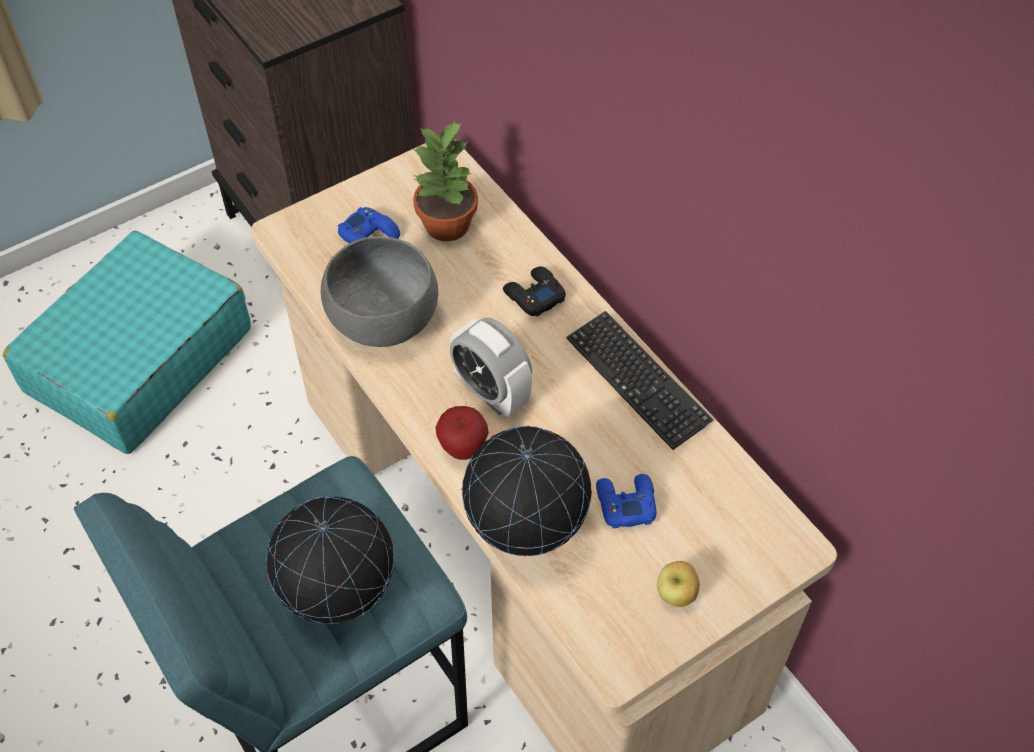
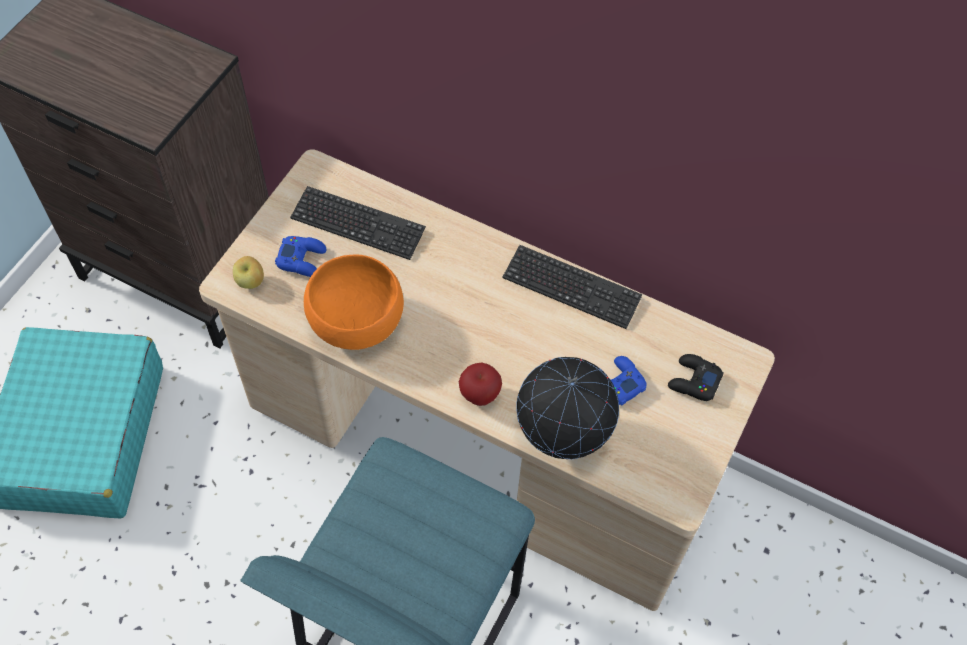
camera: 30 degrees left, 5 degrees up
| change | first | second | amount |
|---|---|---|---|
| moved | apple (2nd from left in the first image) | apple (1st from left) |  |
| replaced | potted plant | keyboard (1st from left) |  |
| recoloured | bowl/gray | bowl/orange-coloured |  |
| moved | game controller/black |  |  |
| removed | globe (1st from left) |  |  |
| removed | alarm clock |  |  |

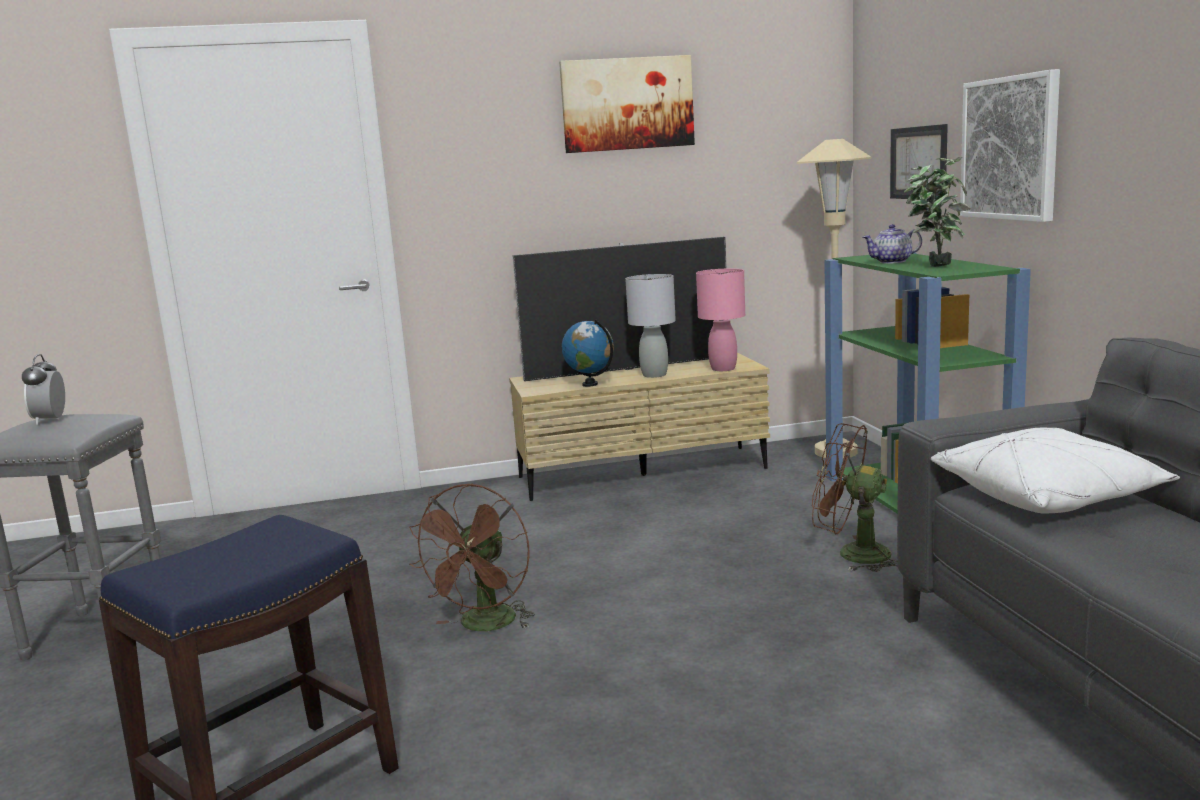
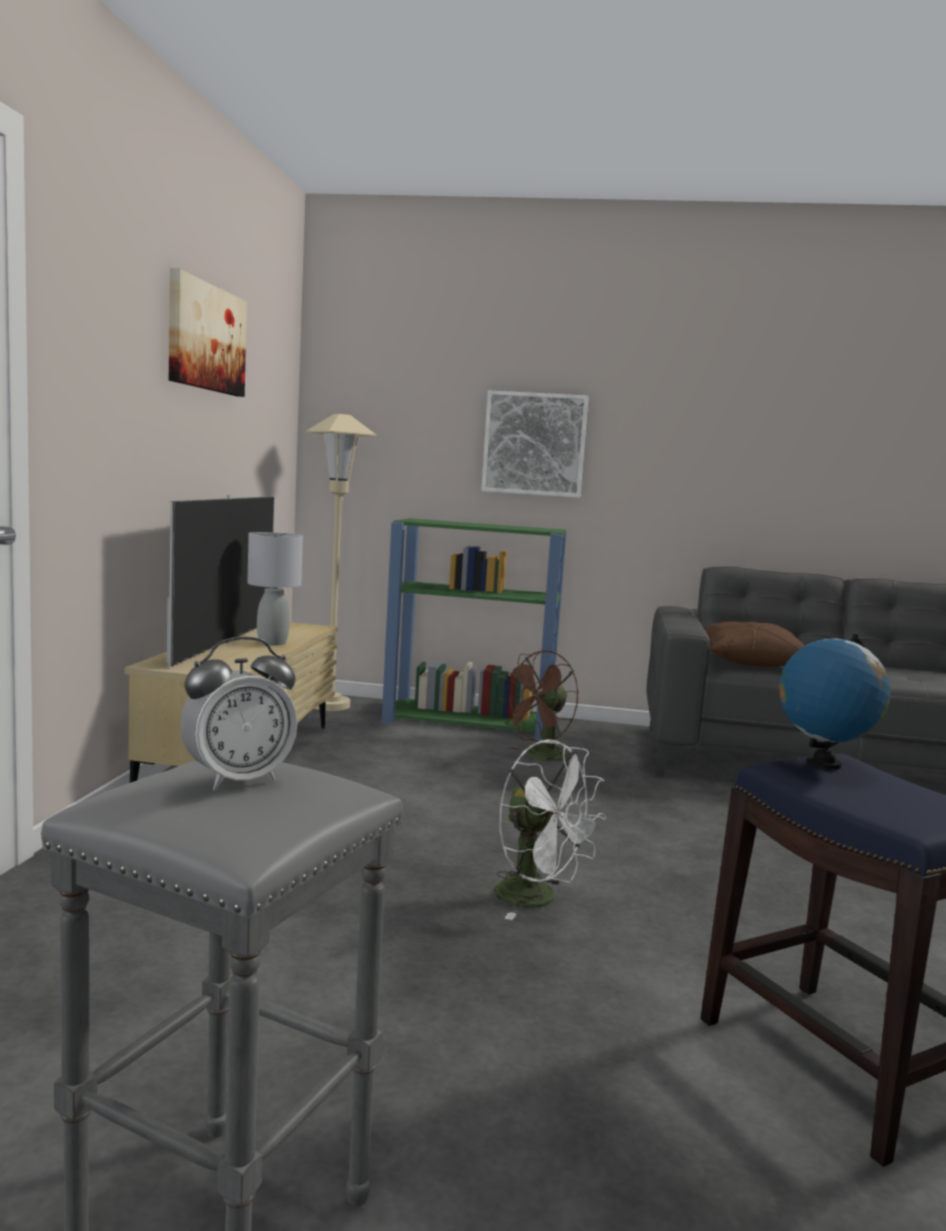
camera: 70 degrees left, 5 degrees down
| change | first | second | amount |
|---|---|---|---|
| turned | alarm clock |  | 45 degrees counterclockwise |
| recoloured | electric fan/brown (1st from left) | electric fan/white |  |
| recoloured | throw pillow/white | throw pillow/brown |  |
| moved | globe |  |  |
| removed | tabletop lamp/pink |  |  |
| removed | pot for tea |  |  |
| removed | wall art (2nd from left) |  |  |
| removed | potted plant |  |  |

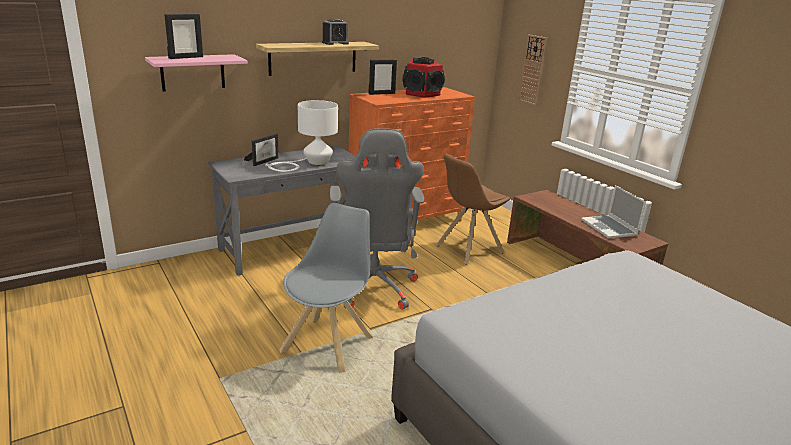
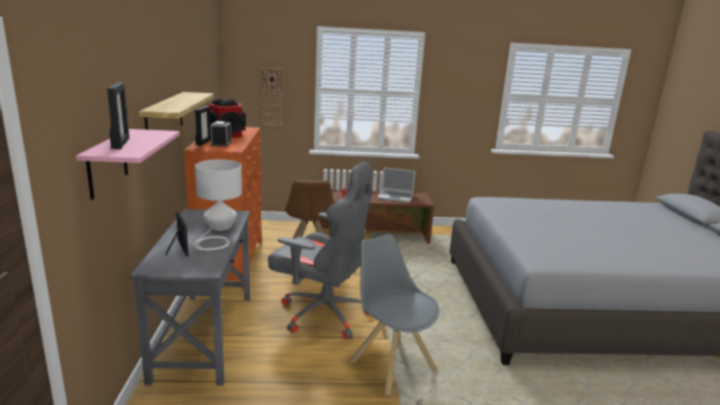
camera: 60 degrees left, 5 degrees down
| change | first | second | amount |
|---|---|---|---|
| moved | alarm clock |  |  |

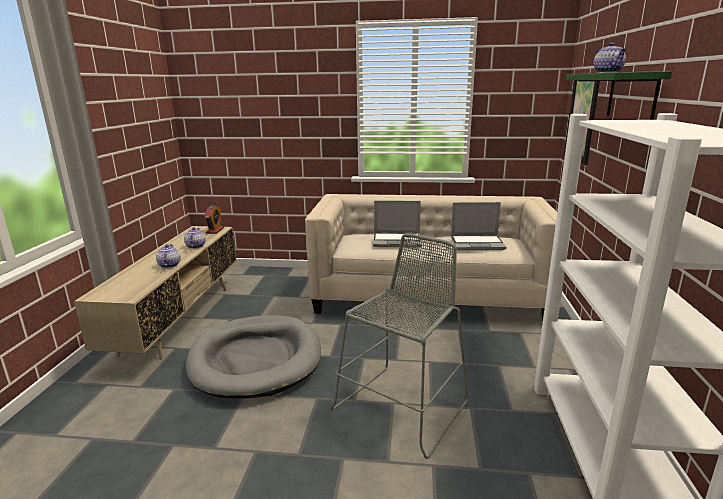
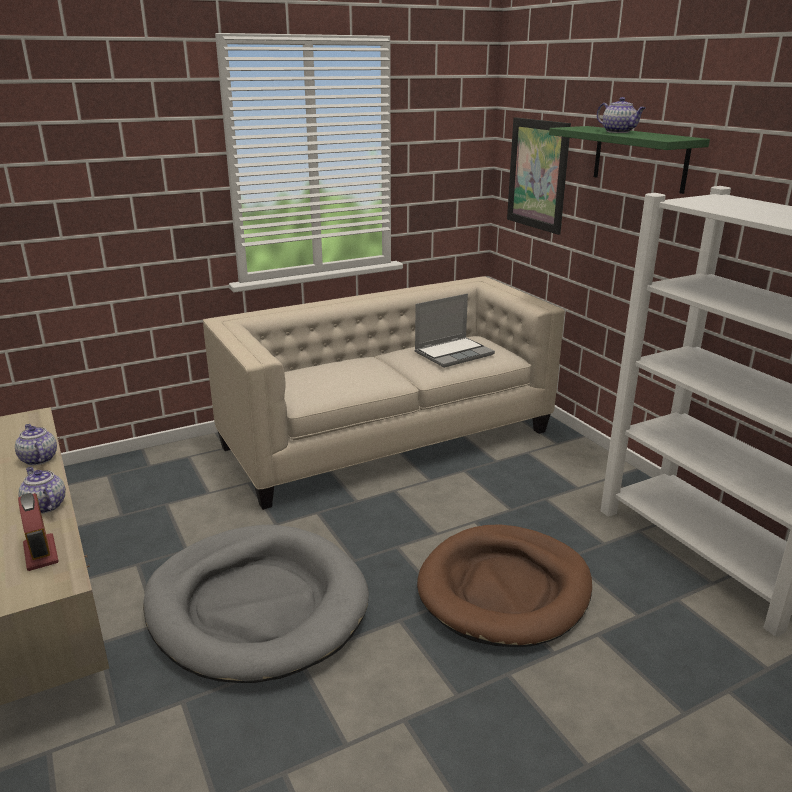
camera: 35 degrees left, 5 degrees up
| change | first | second | amount |
|---|---|---|---|
| moved | alarm clock |  |  |
| replaced | stool/gray | dog cushion/brown |  |
| removed | portable computer (1st from left) |  |  |

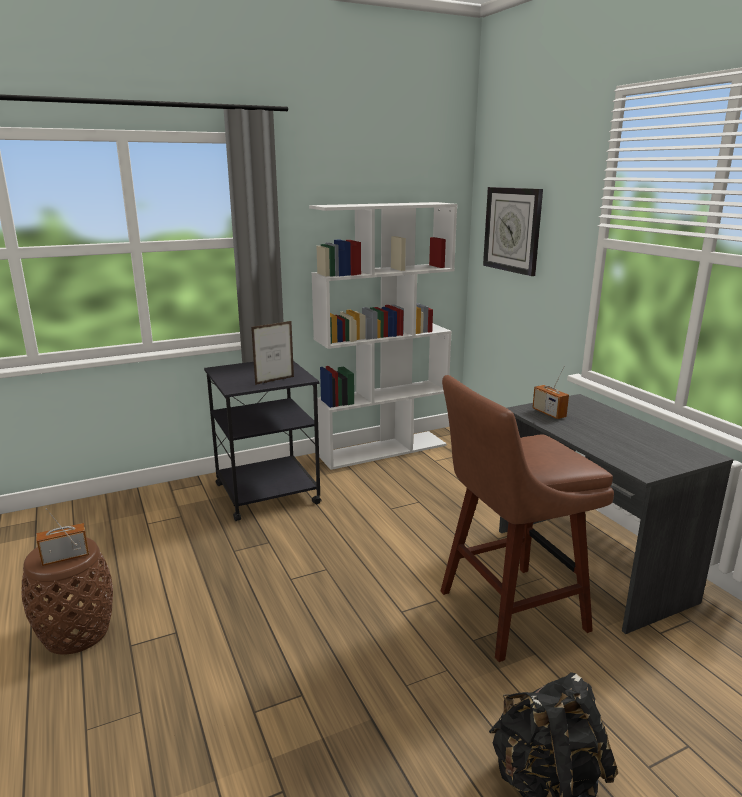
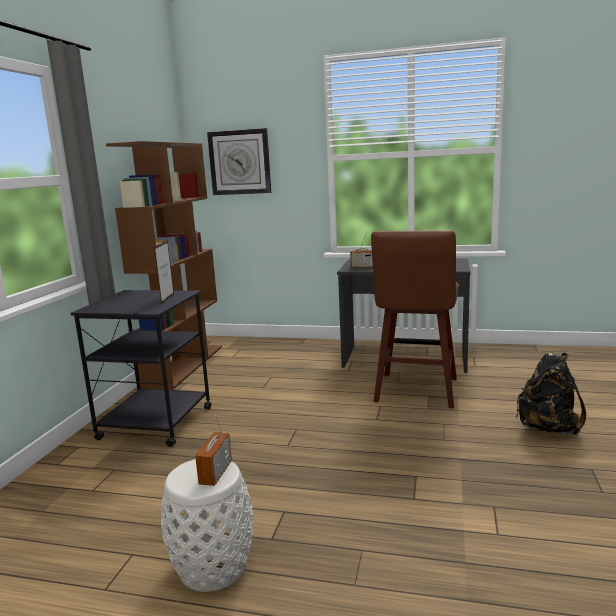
camera: 50 degrees left, 5 degrees down
| change | first | second | amount |
|---|---|---|---|
| recoloured | bookshelf/white | bookshelf/brown |  |
| recoloured | stool/brown (1st from left) | stool/white |  |

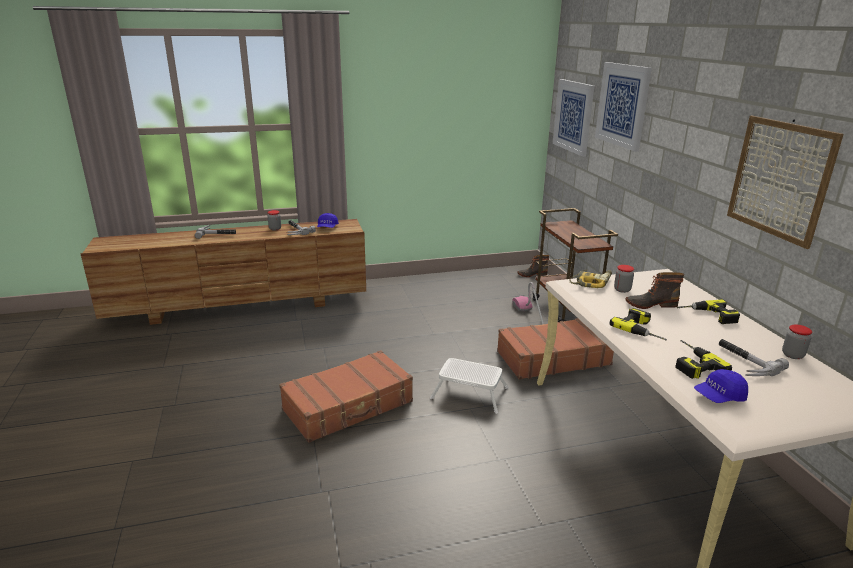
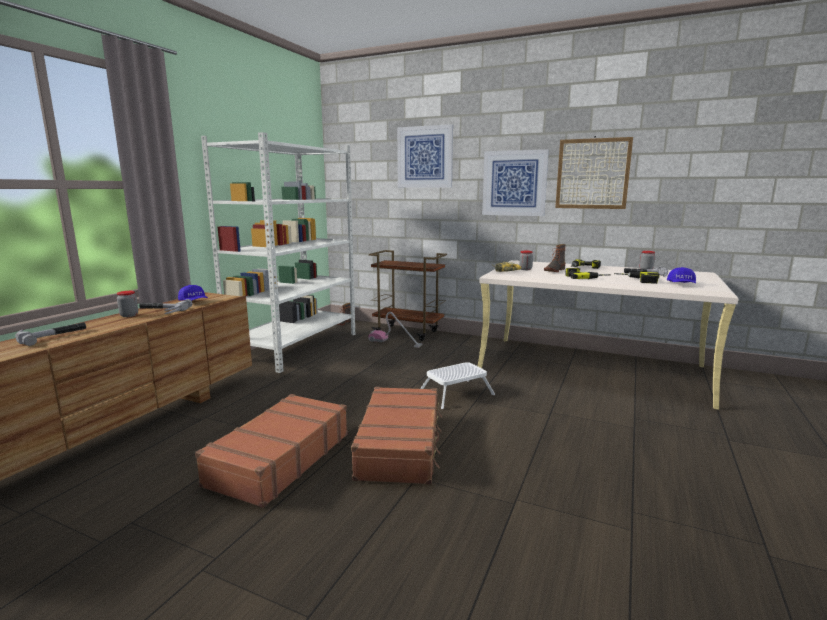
camera: 50 degrees left, 10 degrees down
| change | first | second | amount |
|---|---|---|---|
| moved | travel case/brown (2nd from left in the first image) | travel case/brown (1st from left) |  |
| added |  | bookshelf/white |  |
| moved | wall art (1st from left in the first image) | wall art (2nd from left) |  |

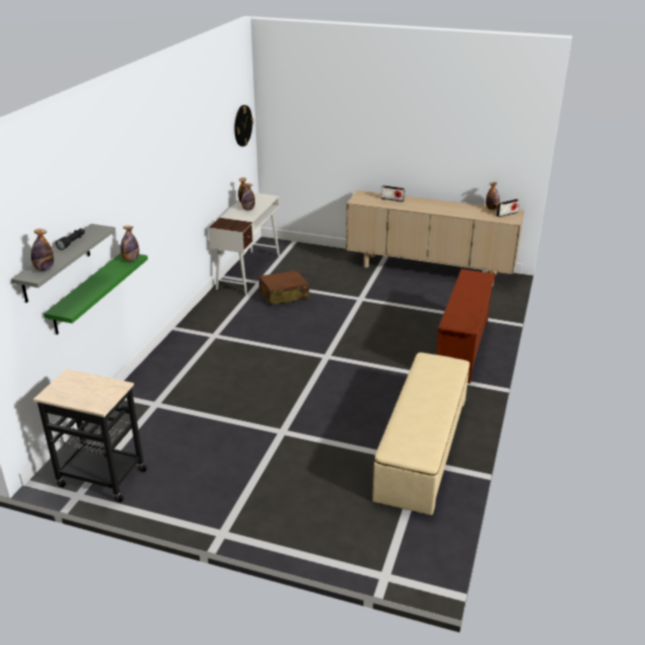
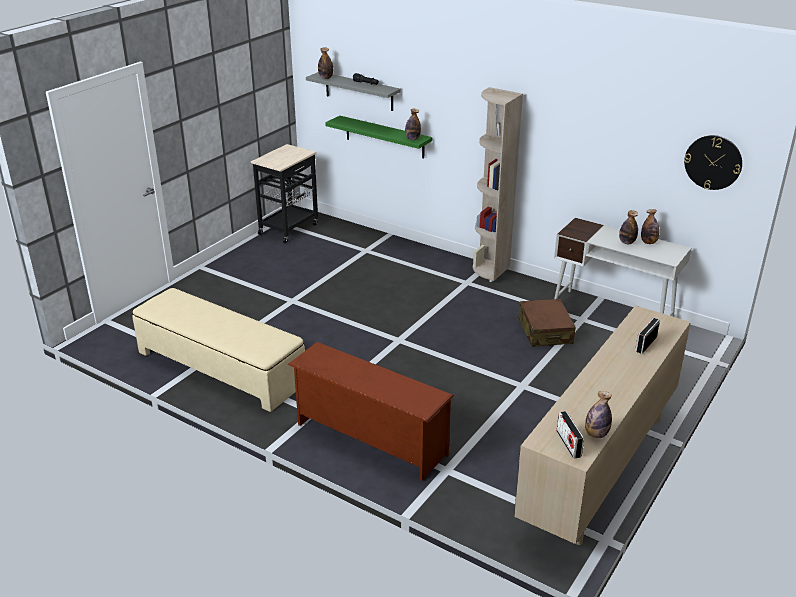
camera: 105 degrees right, 0 degrees up
| change | first | second | amount |
|---|---|---|---|
| added |  | bookshelf/beige-coloured |  |

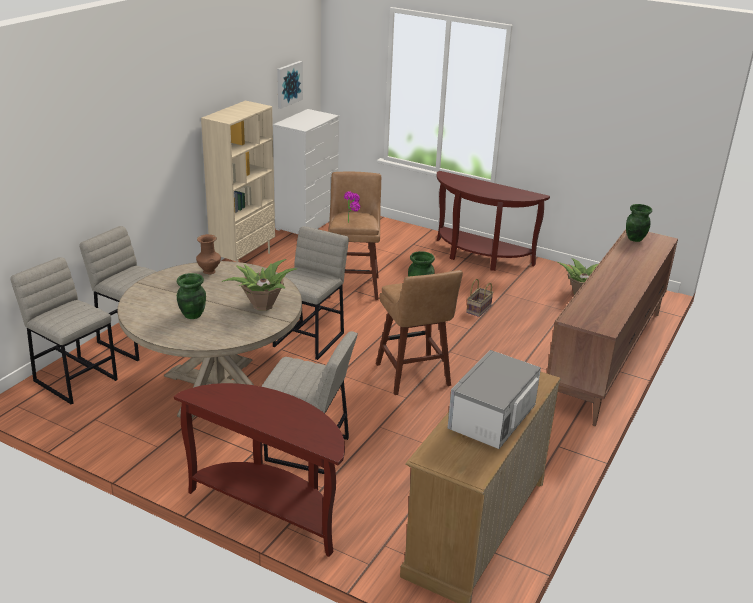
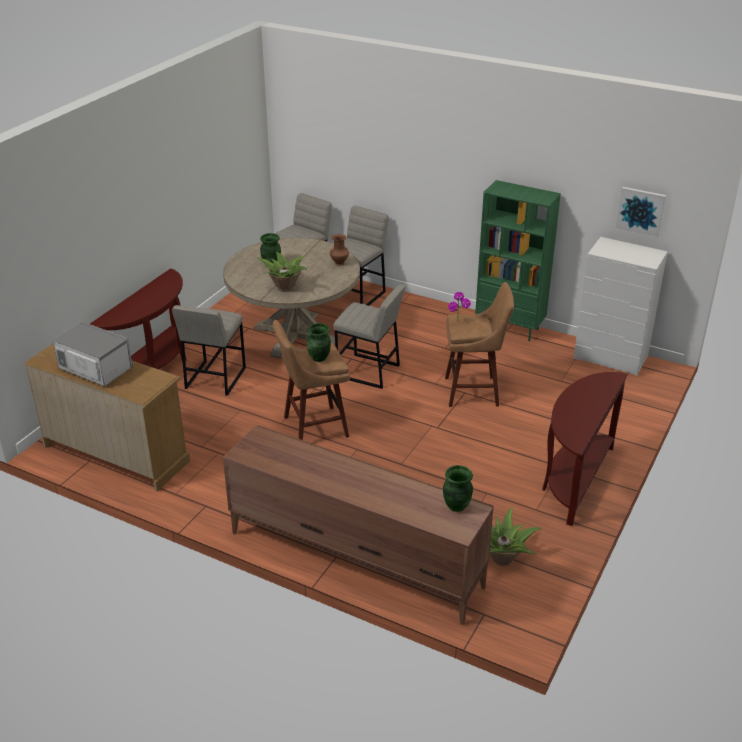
camera: 90 degrees right, 5 degrees up
| change | first | second | amount |
|---|---|---|---|
| recoloured | bookshelf/beige-coloured | bookshelf/green |  |
| removed | household basket |  |  |

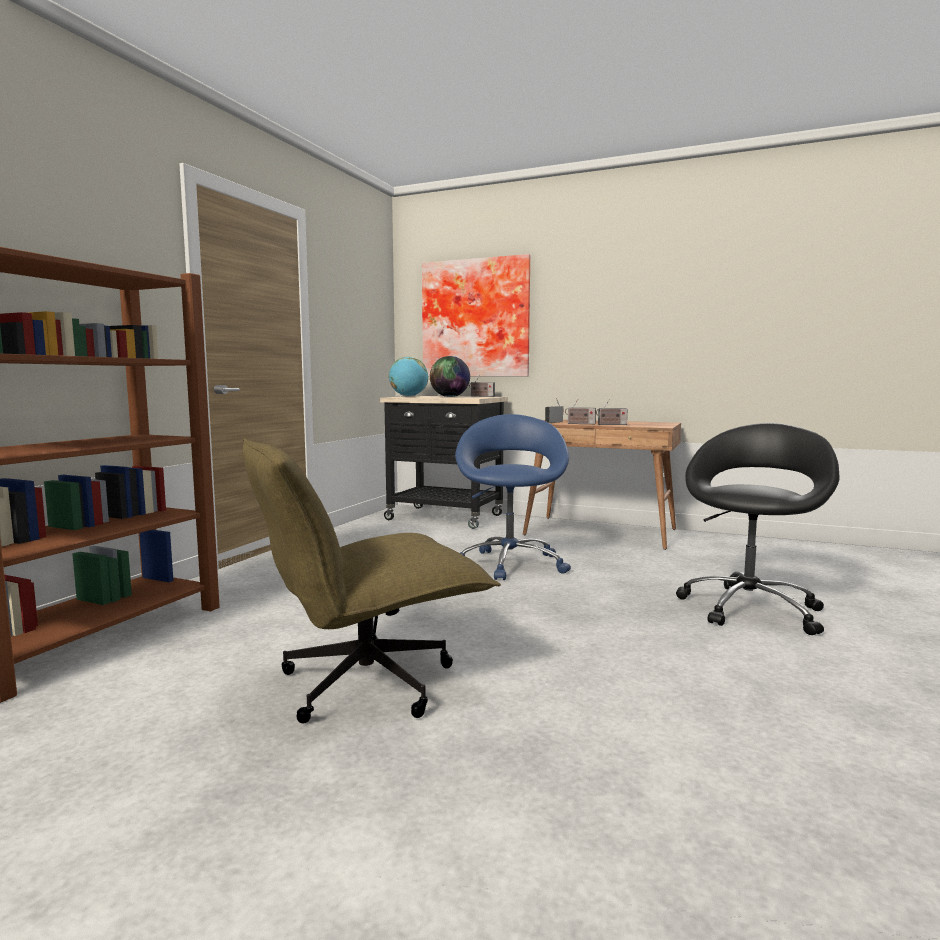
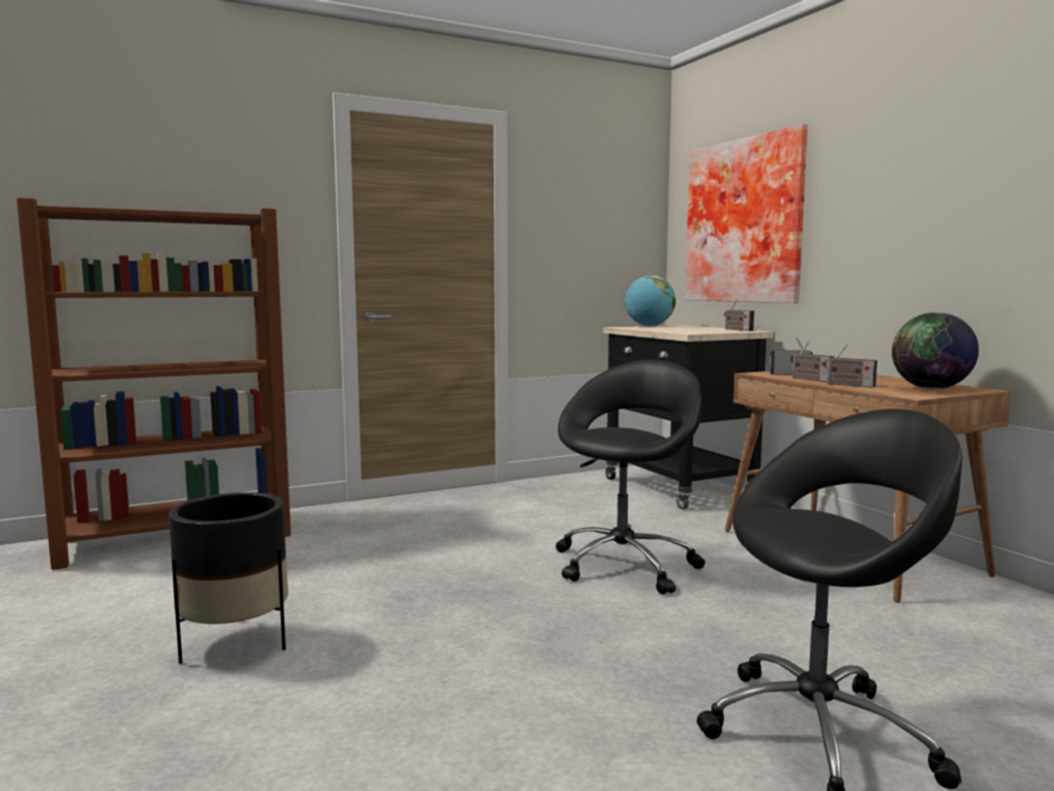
camera: 40 degrees right, 0 degrees up
| change | first | second | amount |
|---|---|---|---|
| replaced | office chair/beige-coloured | planter/black |  |
| recoloured | office chair/blue-coloured | office chair/black (1st from left) |  |
| moved | globe (2nd from left) |  |  |

